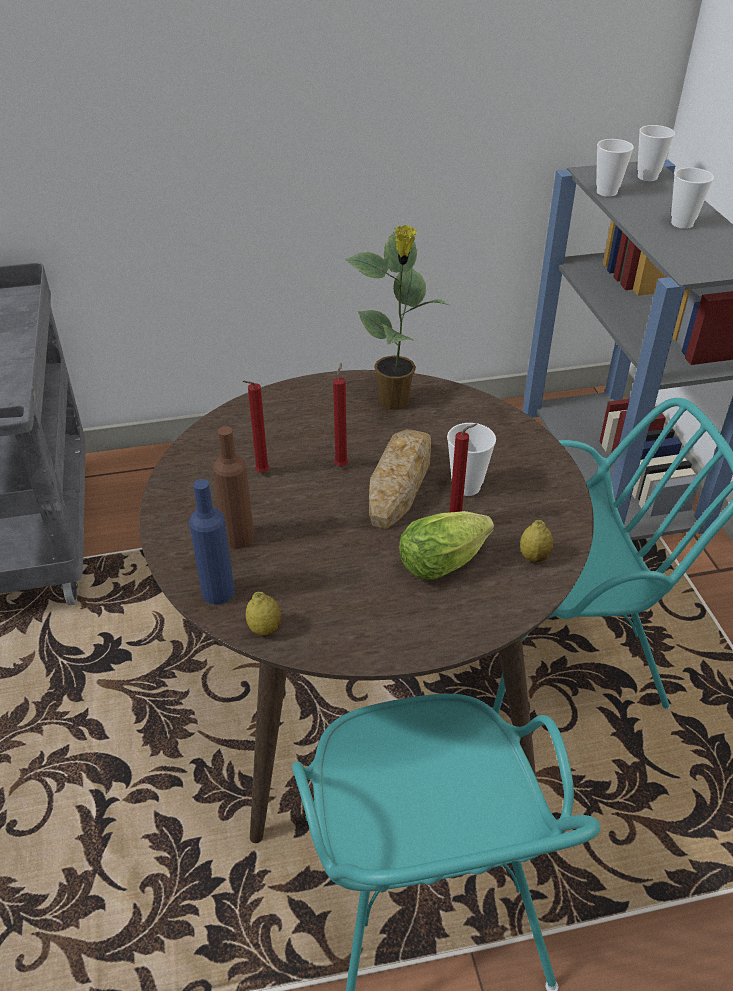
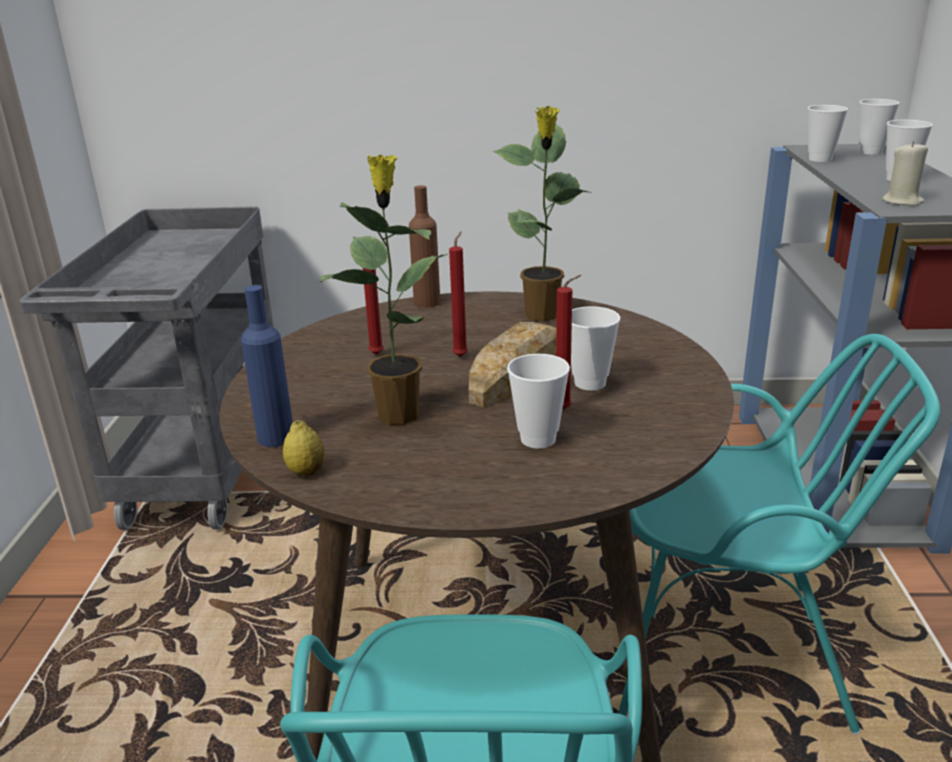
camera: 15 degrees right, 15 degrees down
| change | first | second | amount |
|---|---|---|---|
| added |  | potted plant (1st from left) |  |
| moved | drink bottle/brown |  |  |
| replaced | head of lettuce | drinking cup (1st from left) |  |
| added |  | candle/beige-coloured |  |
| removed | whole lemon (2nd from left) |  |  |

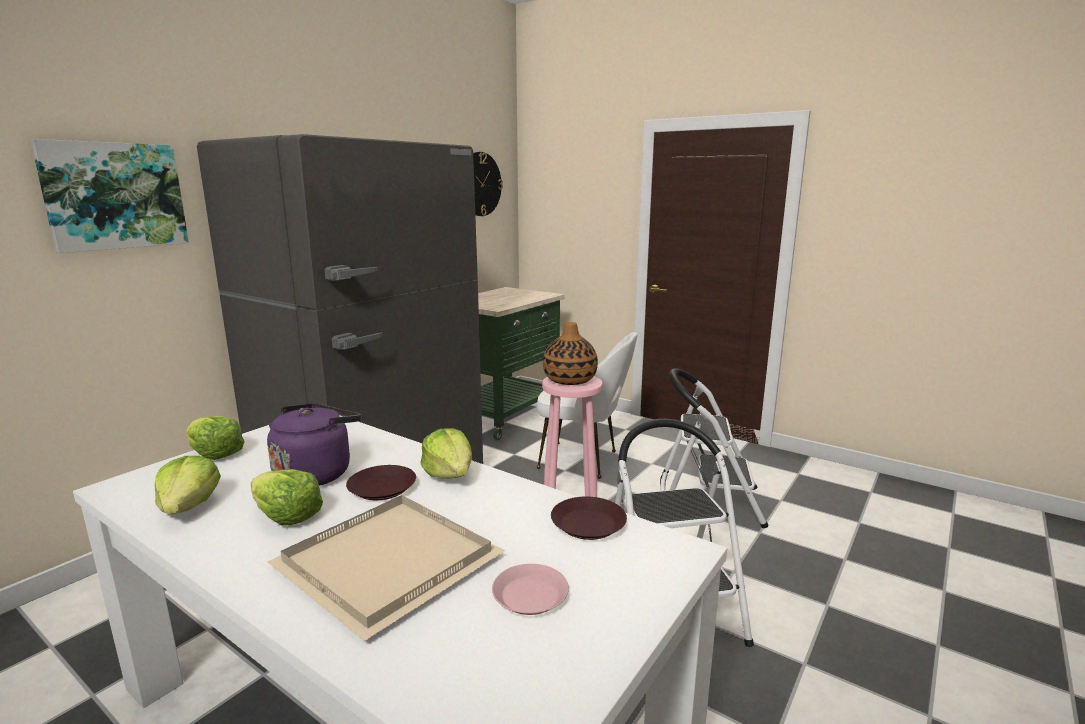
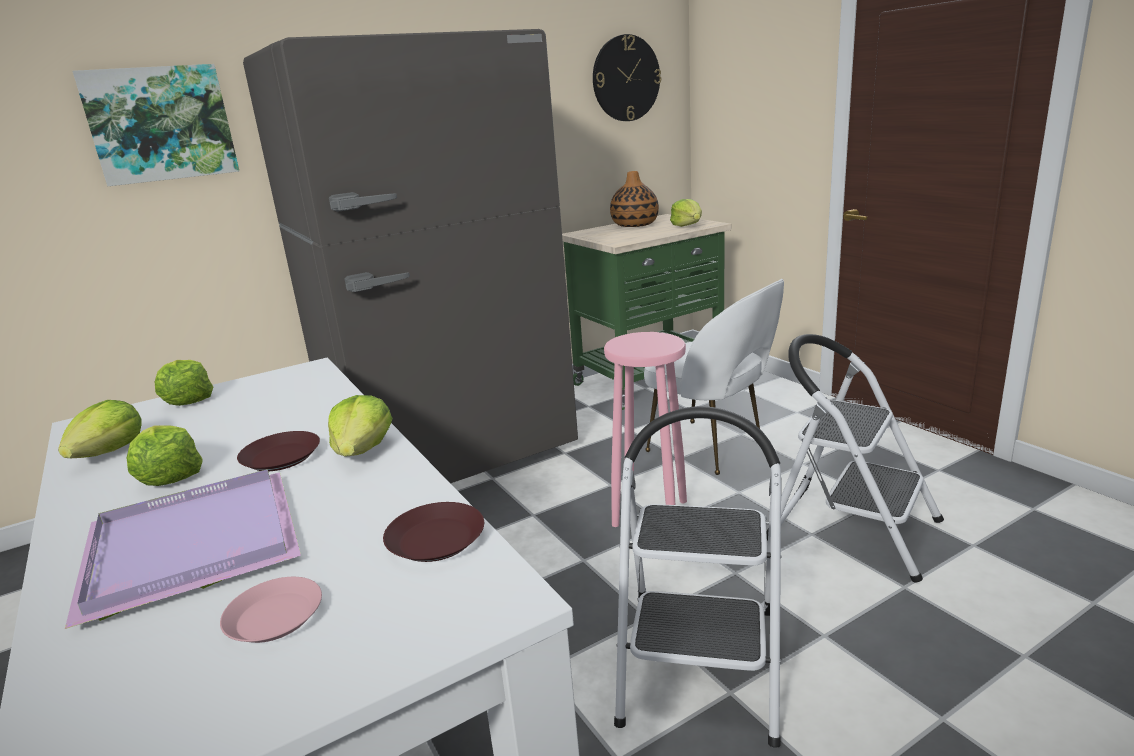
camera: 25 degrees right, 5 degrees up
| change | first | second | amount |
|---|---|---|---|
| recoloured | tray/beige-coloured | tray/purple-coloured |  |
| moved | flower vase |  |  |
| added |  | head of lettuce (5th from left) |  |
| removed | kettle/purple-coloured |  |  |

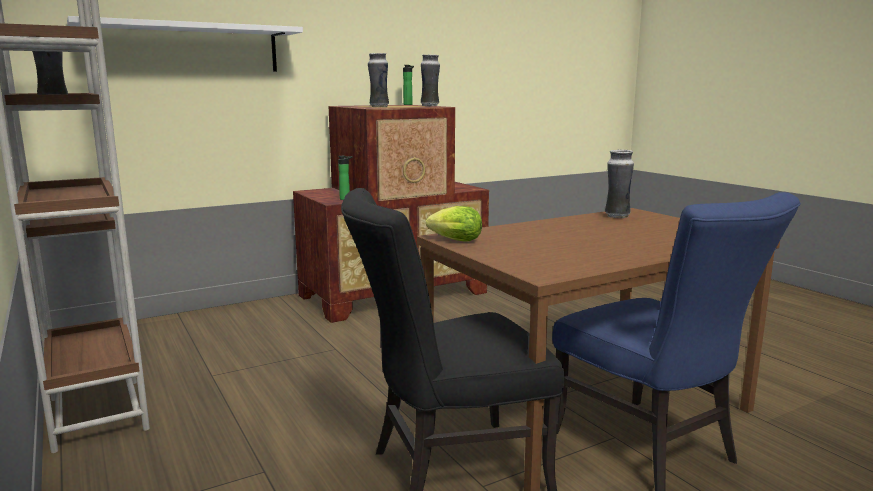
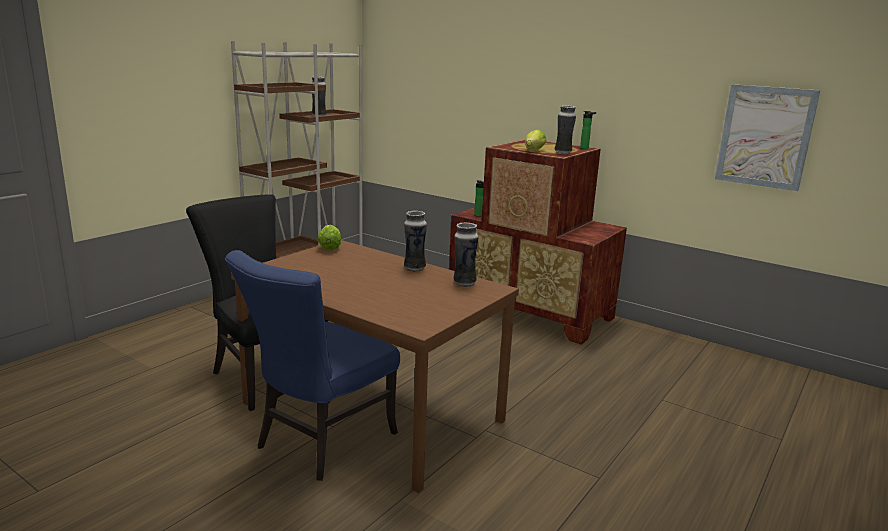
camera: 65 degrees right, 5 degrees up
| change | first | second | amount |
|---|---|---|---|
| moved | flower vase (2nd from left) |  |  |
| added |  | head of lettuce (2nd from left) |  |
| added |  | wall art |  |
| removed | shelf/white |  |  |

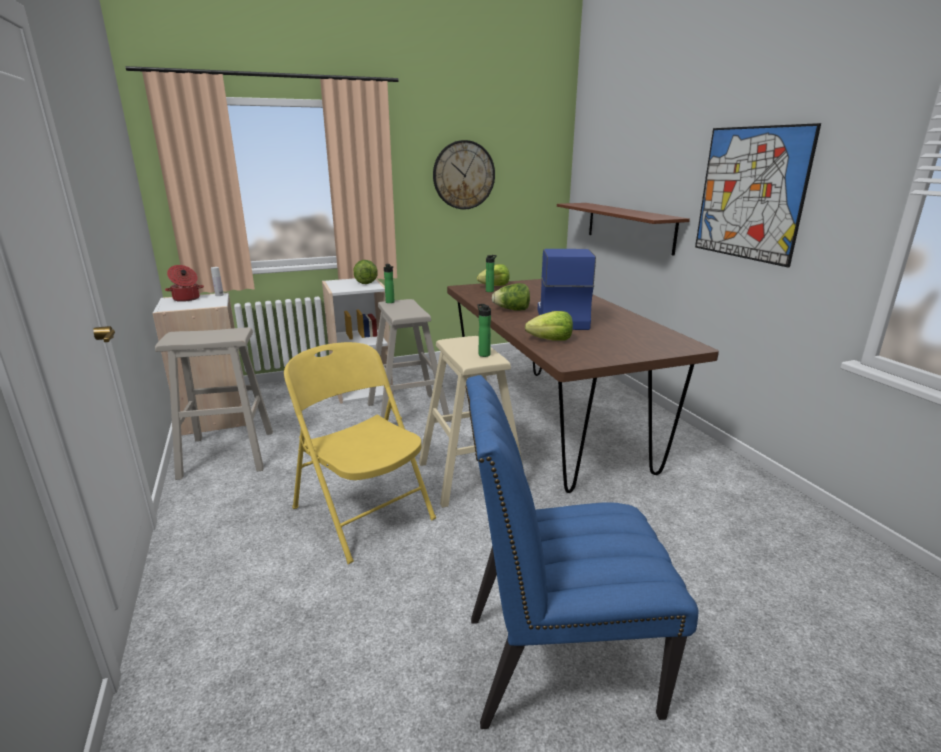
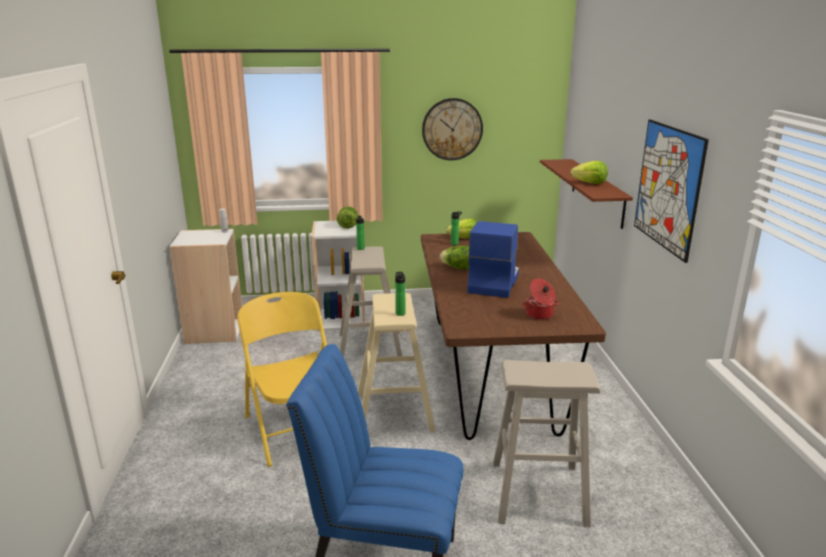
camera: 15 degrees right, 0 degrees up
| change | first | second | amount |
|---|---|---|---|
| moved | stool/beige-coloured (1st from left in the first image) | stool/beige-coloured (3rd from left) |  |
| moved | saucepot |  |  |
| moved | head of lettuce (4th from left) |  |  |

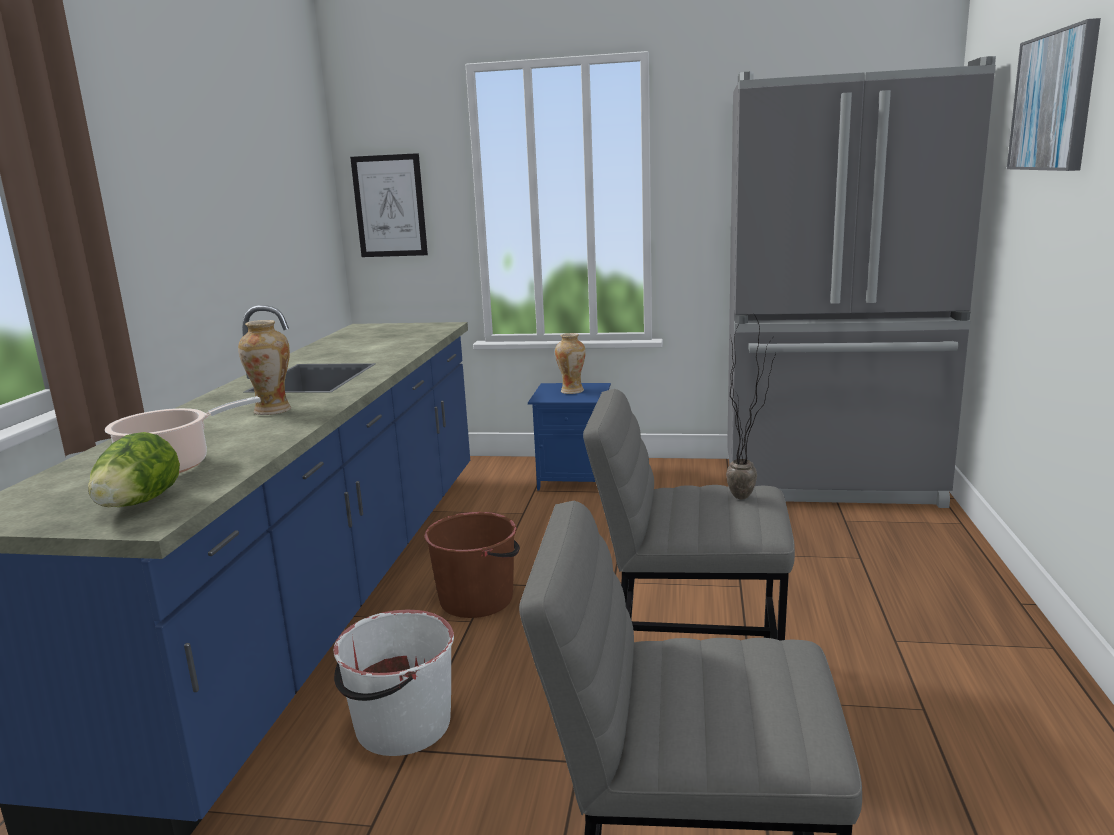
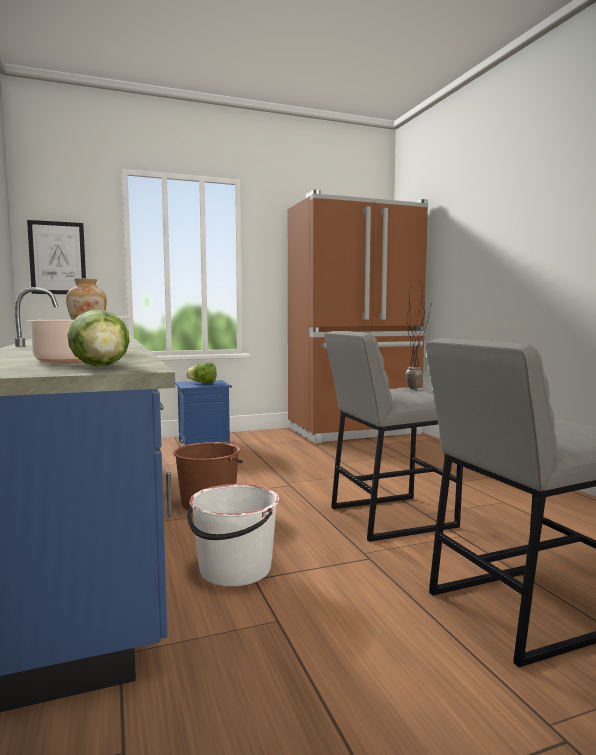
camera: 30 degrees left, 10 degrees down
| change | first | second | amount |
|---|---|---|---|
| replaced | flower vase (2nd from left) | head of lettuce (2nd from left) |  |
| recoloured | refrigerator/gray | refrigerator/brown |  |
| removed | wall art (2nd from left) |  |  |

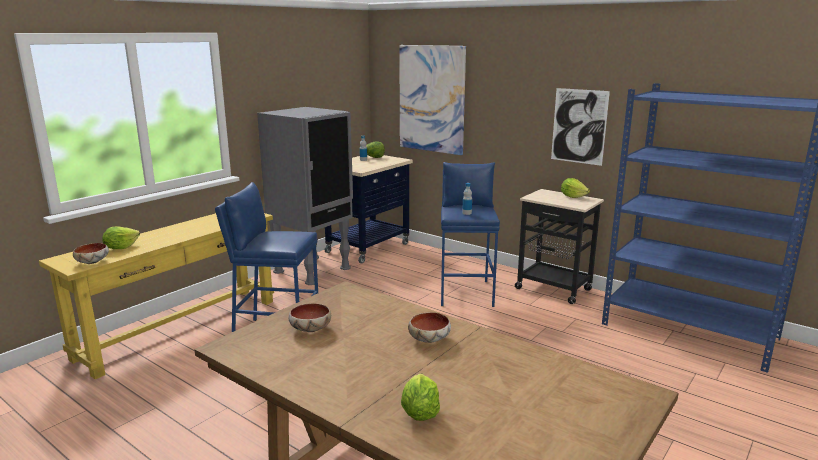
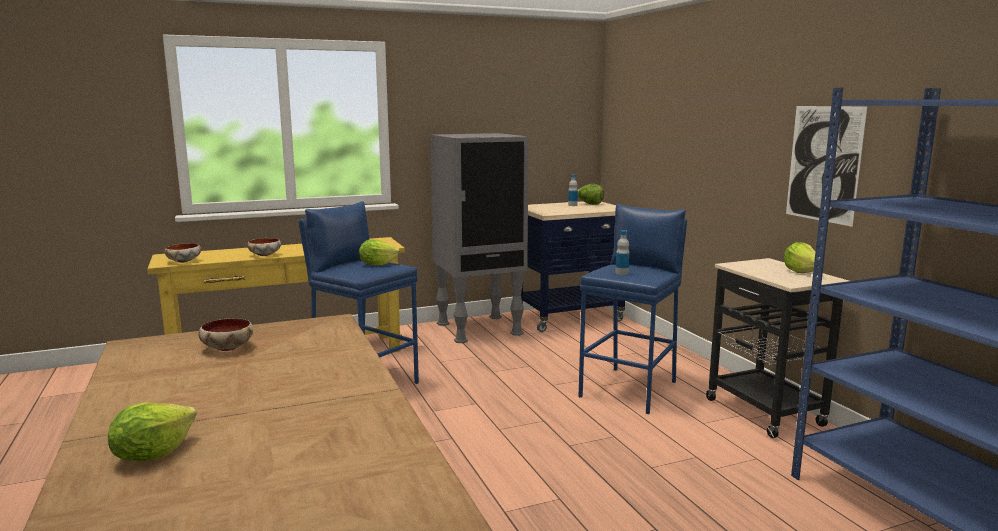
camera: 30 degrees right, 5 degrees down
| change | first | second | amount |
|---|---|---|---|
| moved | bowl (3rd from left) |  |  |
| moved | head of lettuce (1st from left in the first image) | head of lettuce (2nd from left) |  |
| removed | wall art (1st from left) |  |  |

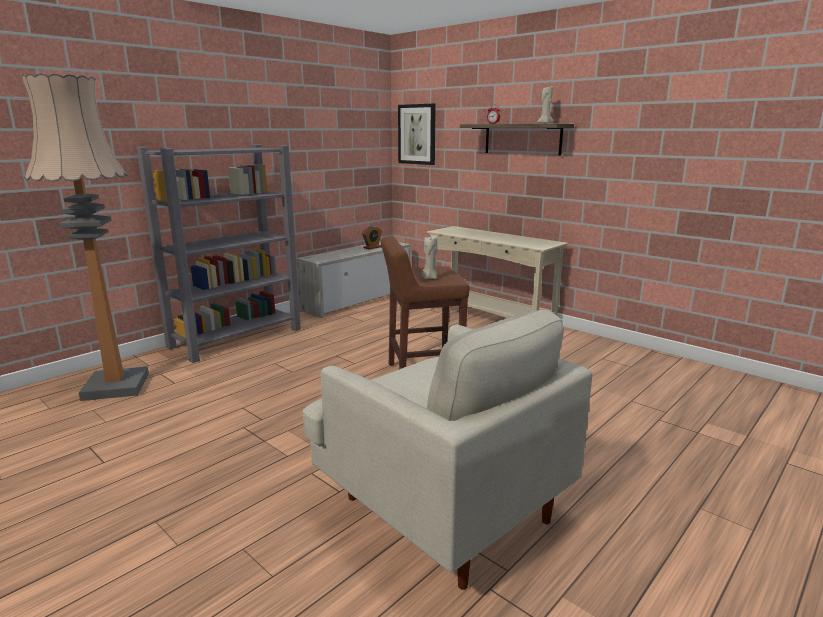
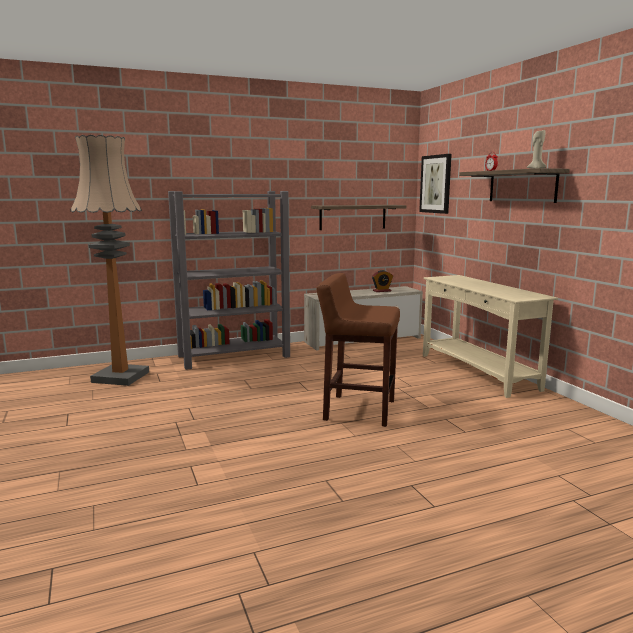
camera: 25 degrees right, 5 degrees down
| change | first | second | amount |
|---|---|---|---|
| added |  | shelf (1st from left) |  |
| removed | lounge chair/beige-coloured |  |  |
| removed | candle/beige-coloured (1st from left) |  |  |

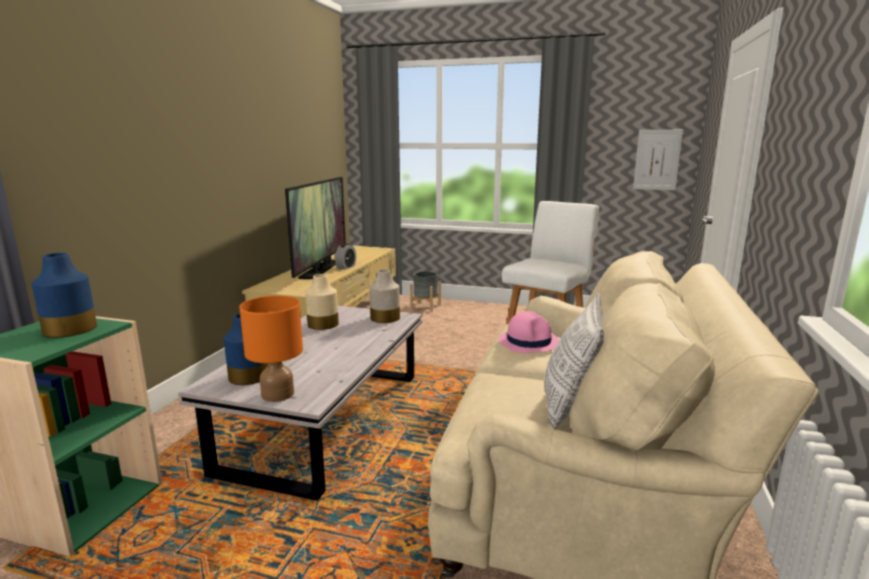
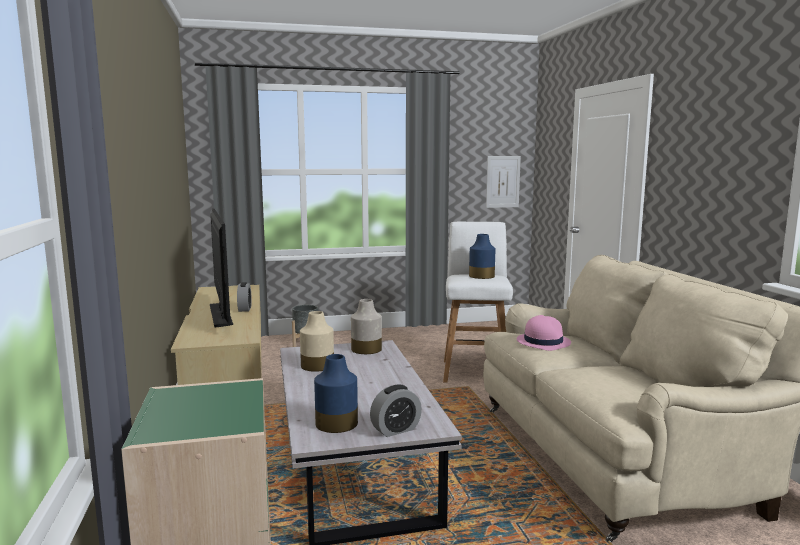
camera: 30 degrees left, 5 degrees down
| change | first | second | amount |
|---|---|---|---|
| replaced | tabletop lamp/orange-coloured | alarm clock (2nd from left) |  |
| moved | flower vase/blue-coloured (1st from left in the first image) | flower vase/blue-coloured (2nd from left) |  |
| removed | throw pillow |  |  |

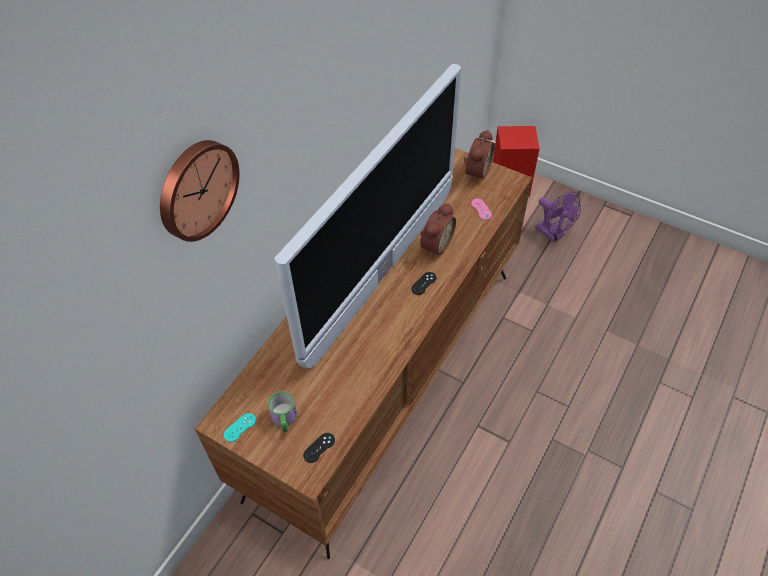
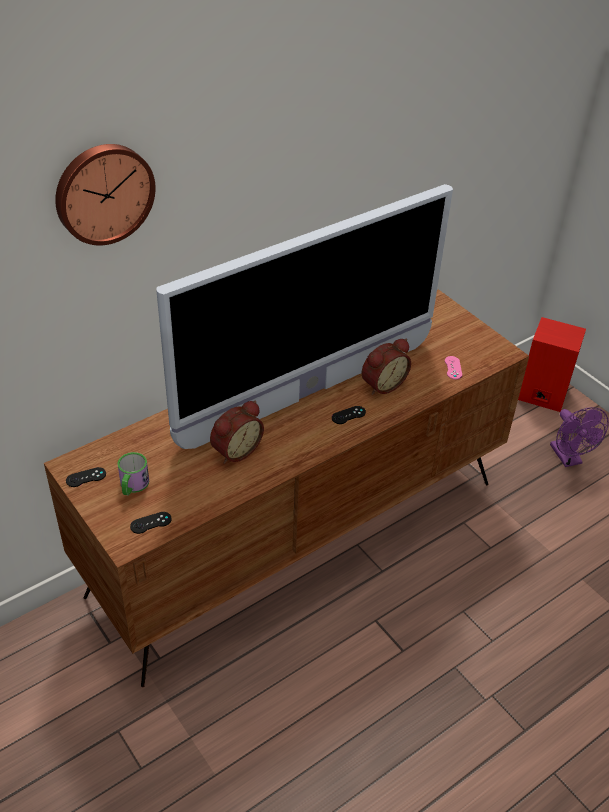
camera: 20 degrees right, 10 degrees down
| change | first | second | amount |
|---|---|---|---|
| recoloured | game controller/turquoise | game controller/black (1st from left) |  |
| moved | alarm clock (2nd from left in the first image) | alarm clock (1st from left) |  |

